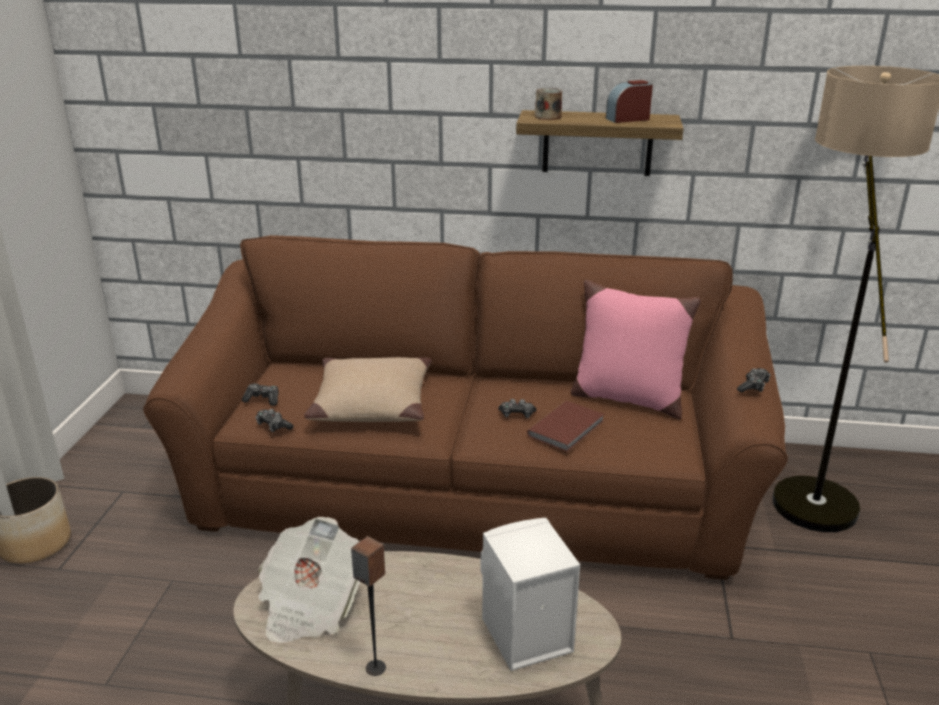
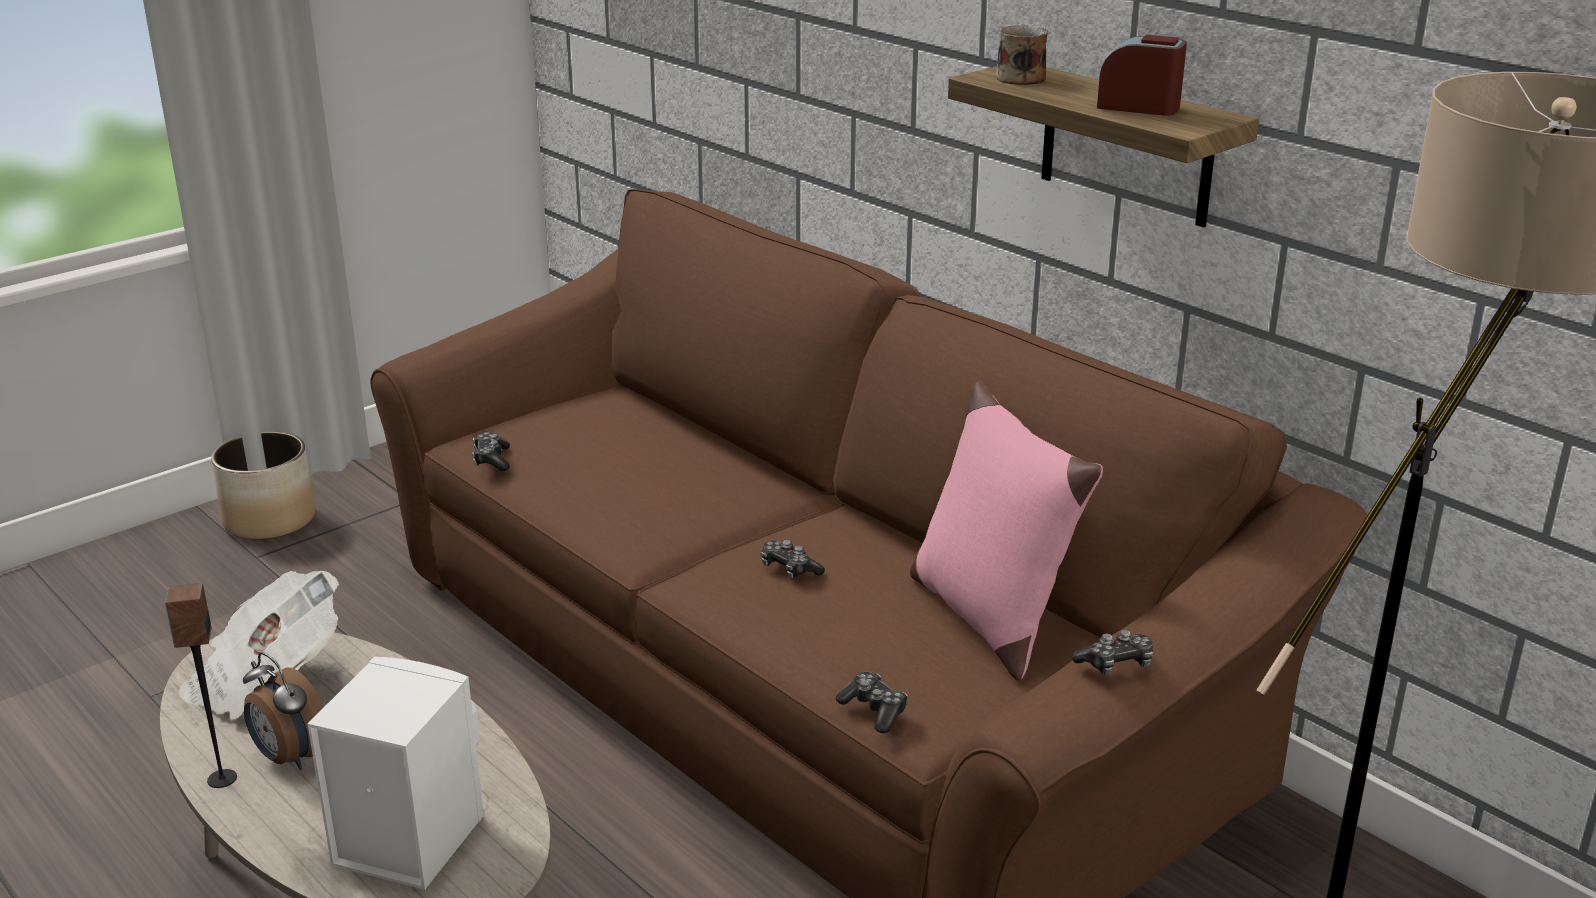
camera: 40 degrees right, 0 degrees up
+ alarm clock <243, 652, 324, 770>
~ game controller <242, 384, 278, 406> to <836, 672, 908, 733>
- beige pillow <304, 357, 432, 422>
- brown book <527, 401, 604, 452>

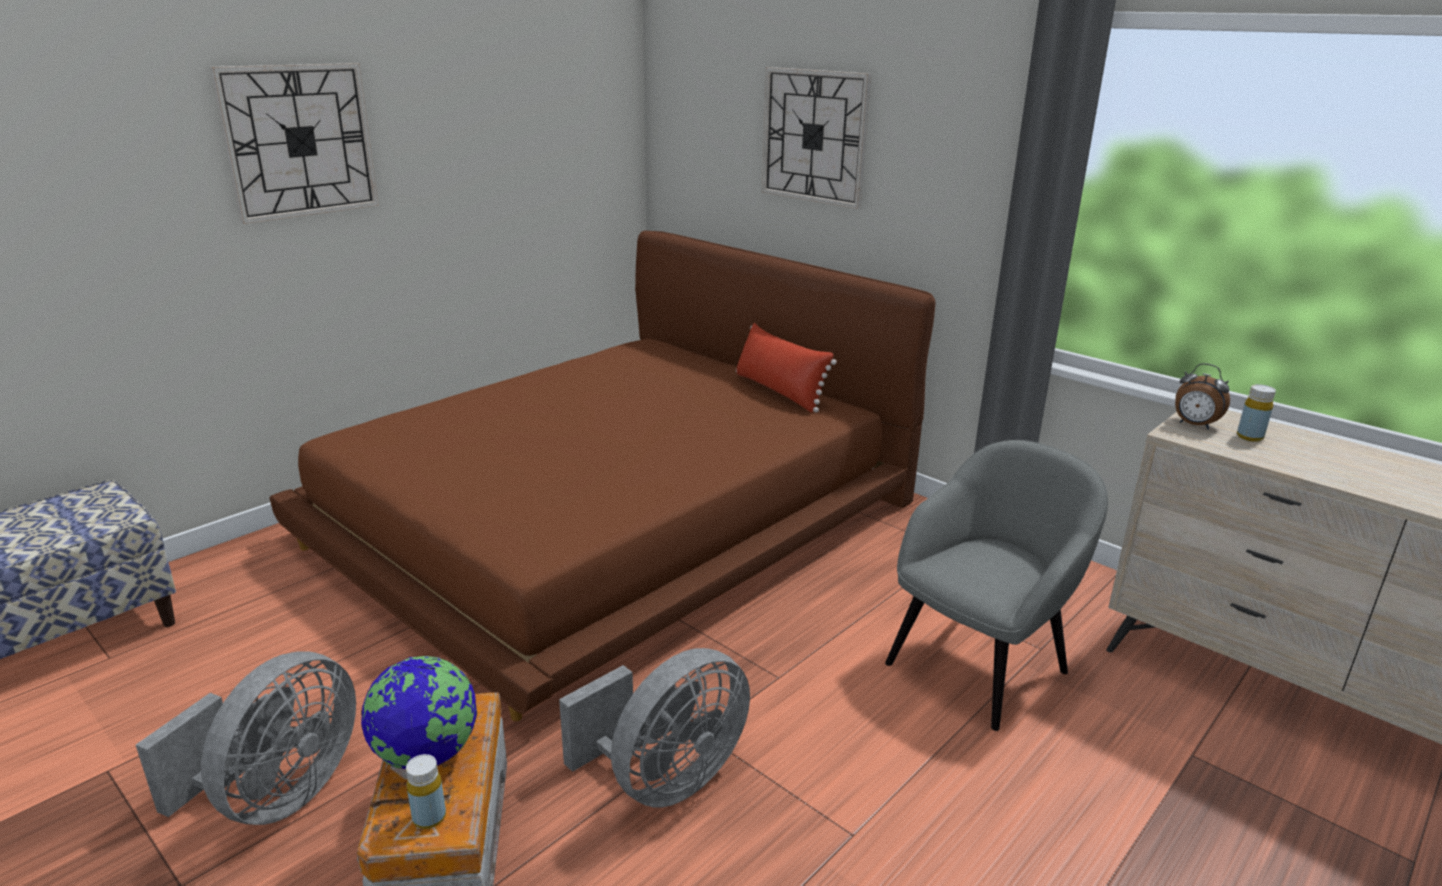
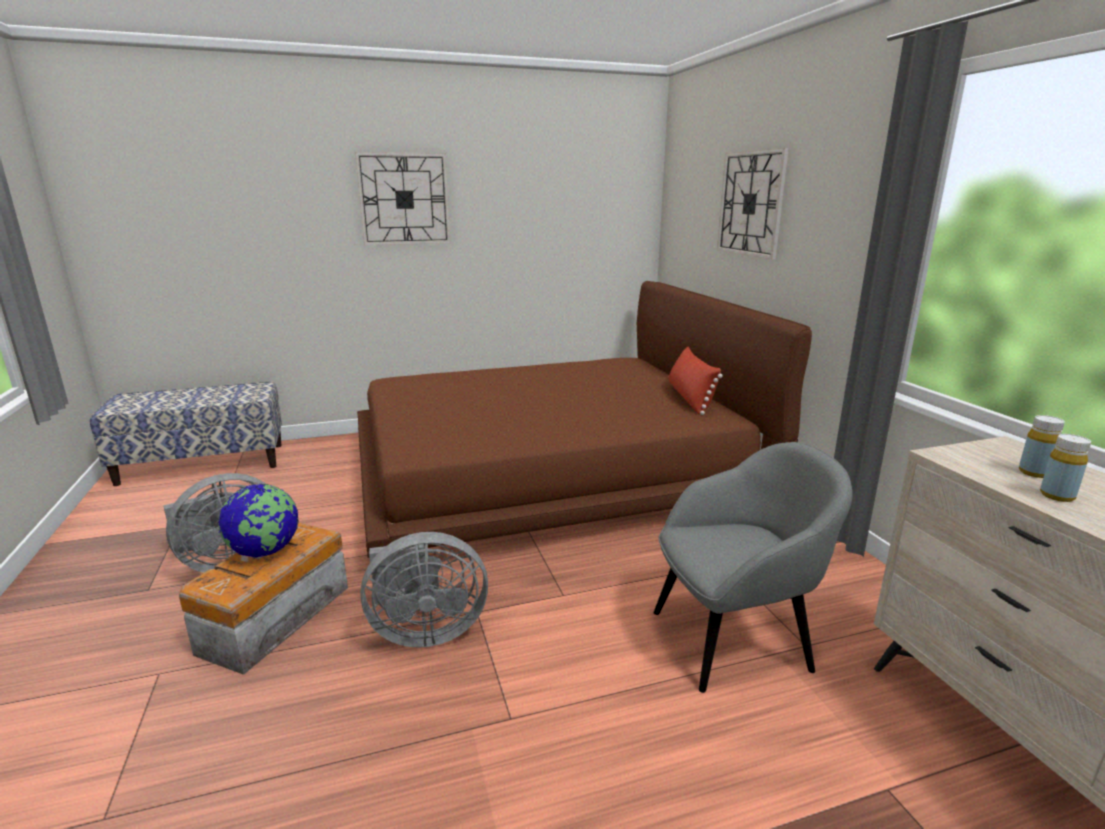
camera: 30 degrees right, 5 degrees down
~ yellow bottle <406, 754, 446, 829> to <1040, 434, 1091, 502>
- alarm clock <1175, 363, 1230, 429>

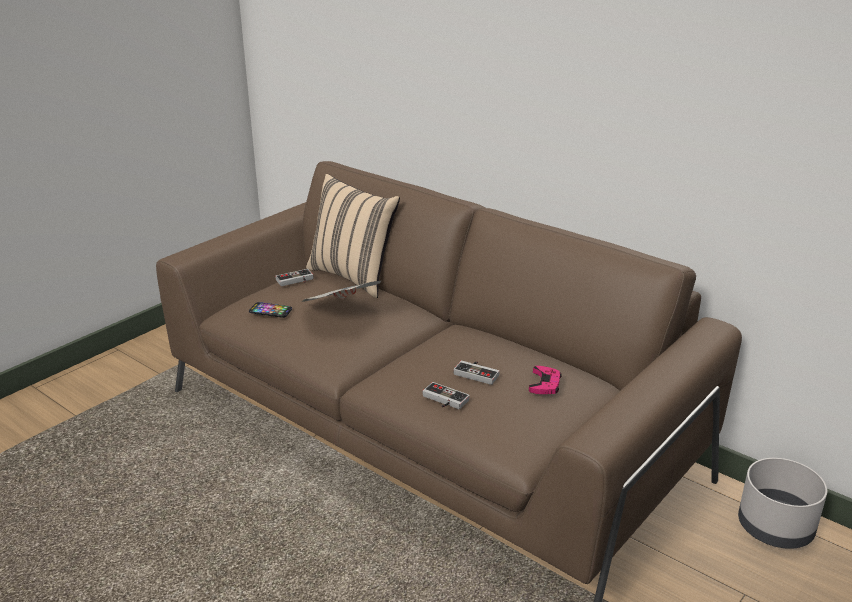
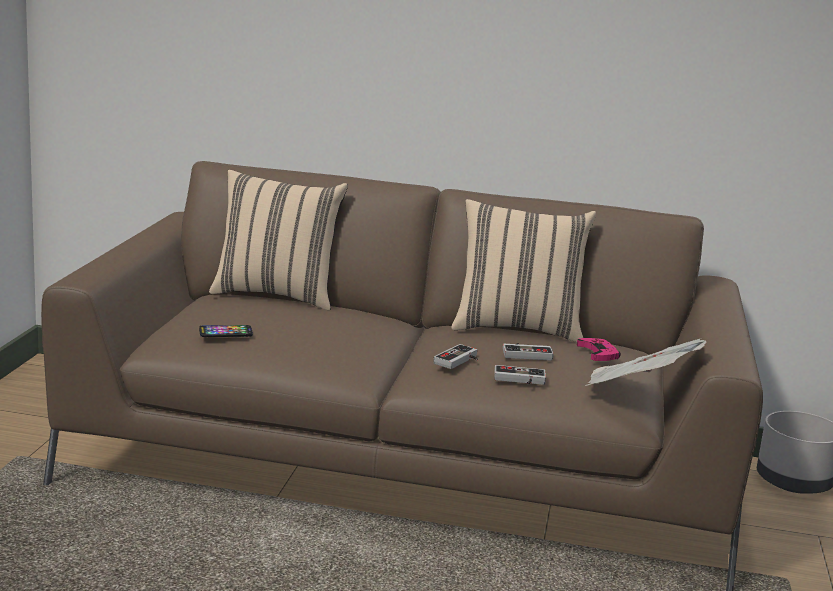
camera: 30 degrees left, 10 degrees down
~ game controller <275, 269, 313, 286> to <434, 344, 478, 369>
+ beige pillow <451, 199, 596, 342>
~ newspaper <302, 281, 381, 302> to <585, 339, 706, 386>

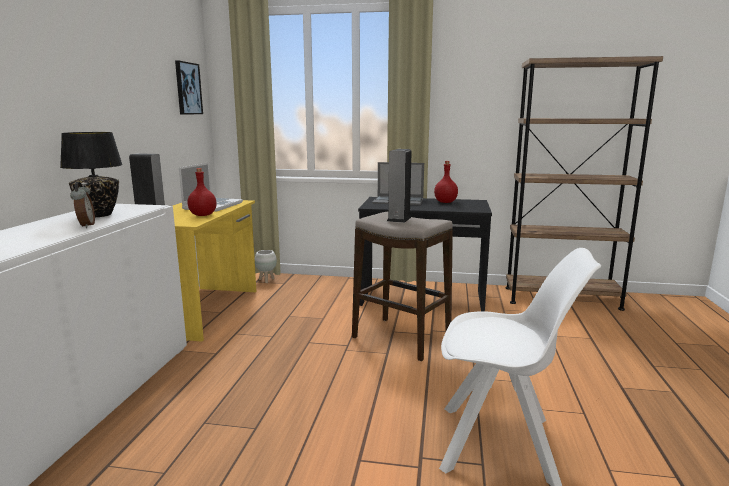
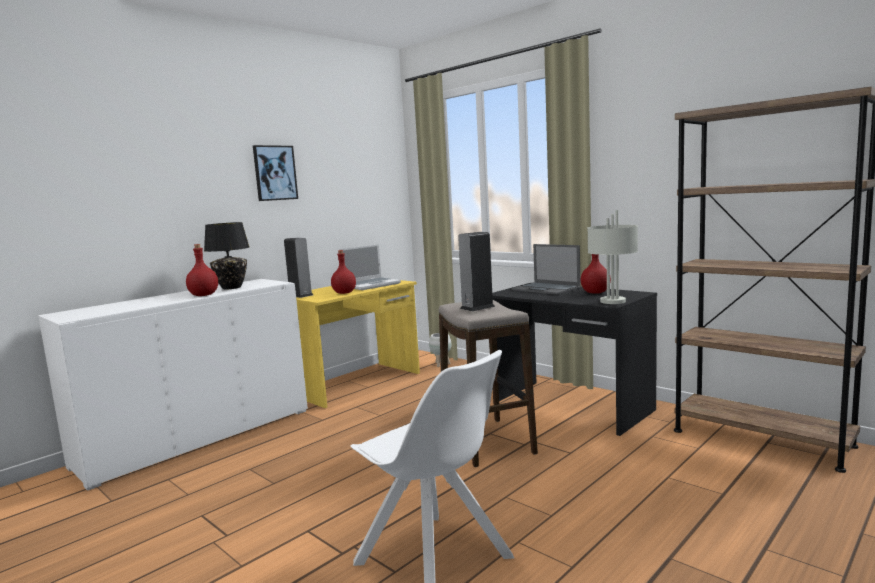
camera: 35 degrees right, 5 degrees down
~ alarm clock <70, 182, 95, 228> to red bottle <186, 244, 218, 296>
~ picture <175, 60, 203, 114> to <253, 145, 298, 201>
+ grey table lamp <587, 210, 638, 304>

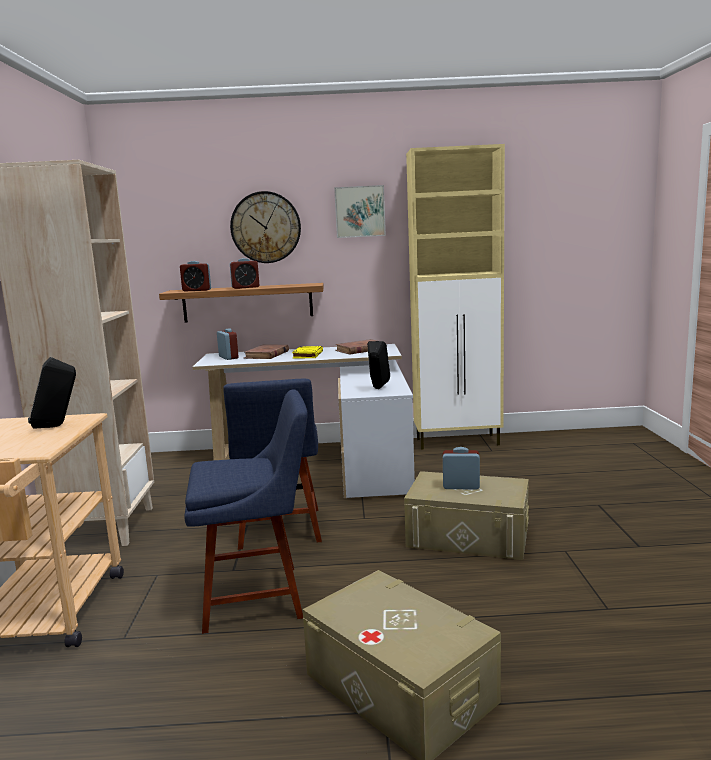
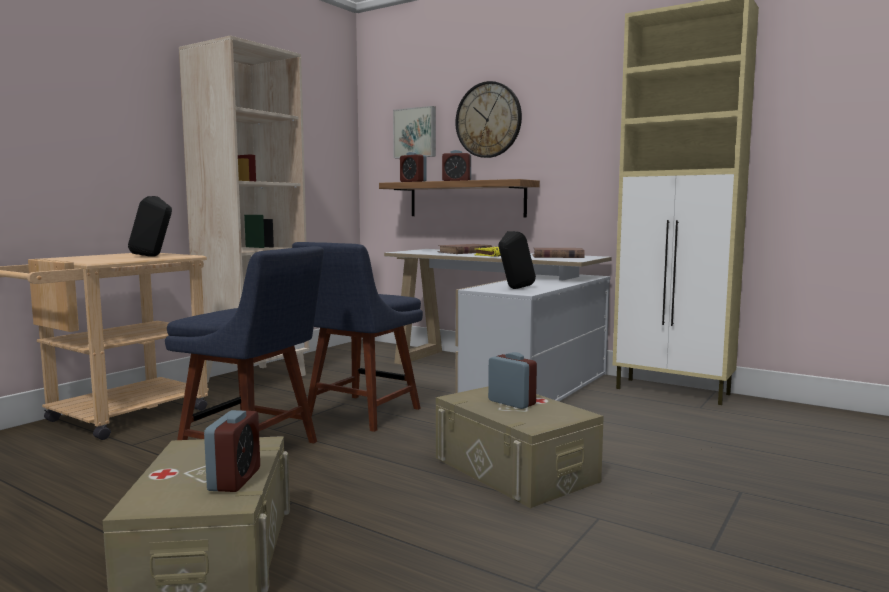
camera: 35 degrees right, 5 degrees down
~ alarm clock <217, 328, 239, 360> to <204, 410, 260, 492>
~ picture <334, 185, 386, 238> to <393, 106, 436, 159>

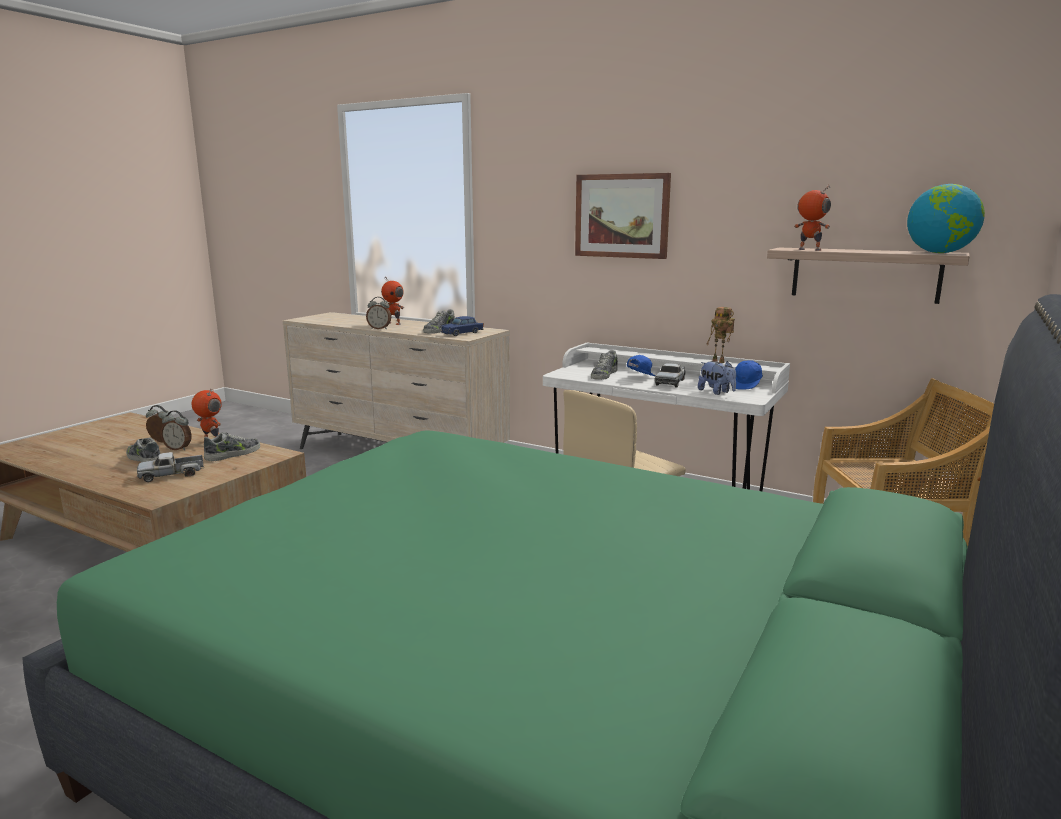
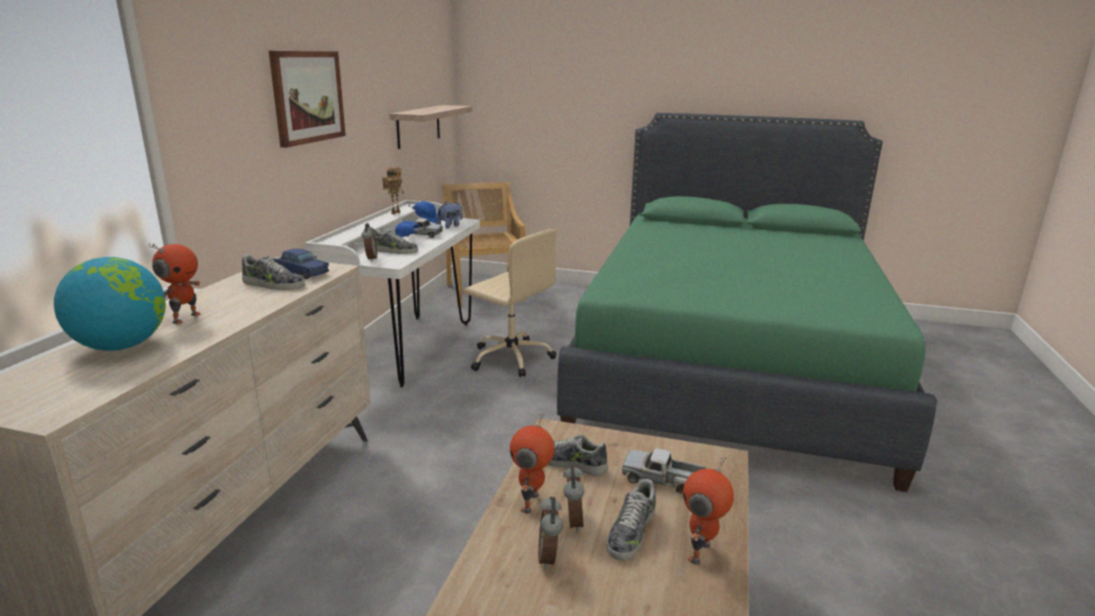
camera: 105 degrees left, 5 degrees up
~ globe <907, 184, 985, 253> to <54, 257, 166, 351>
~ alarm clock <366, 297, 391, 329> to <361, 223, 377, 261>
~ toy truck <137, 452, 203, 482> = <622, 448, 706, 494> 150 degrees clockwise
~ toy robot <794, 186, 831, 251> to <683, 457, 734, 565>

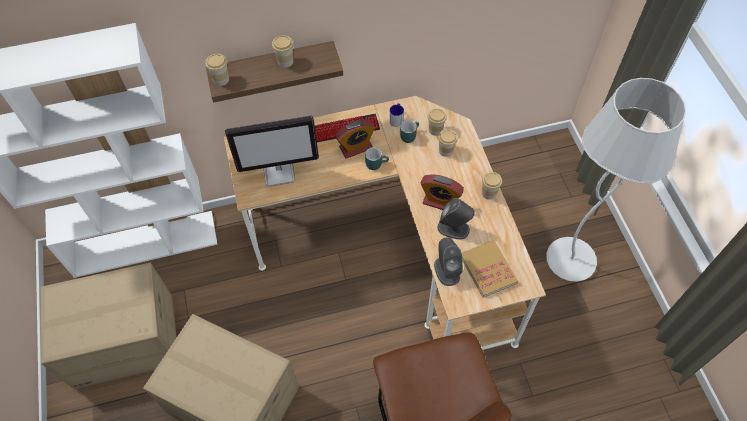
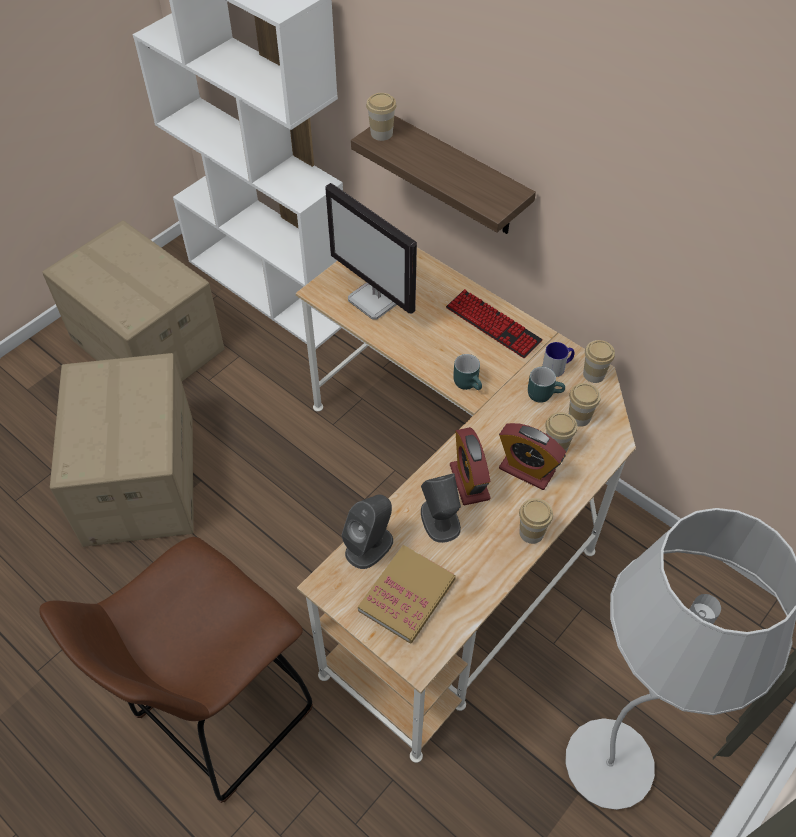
camera: 55 degrees right, 5 degrees down
~ alarm clock <335, 119, 375, 159> to <499, 423, 566, 490>
~ cup <272, 36, 294, 68> to <583, 340, 615, 383>

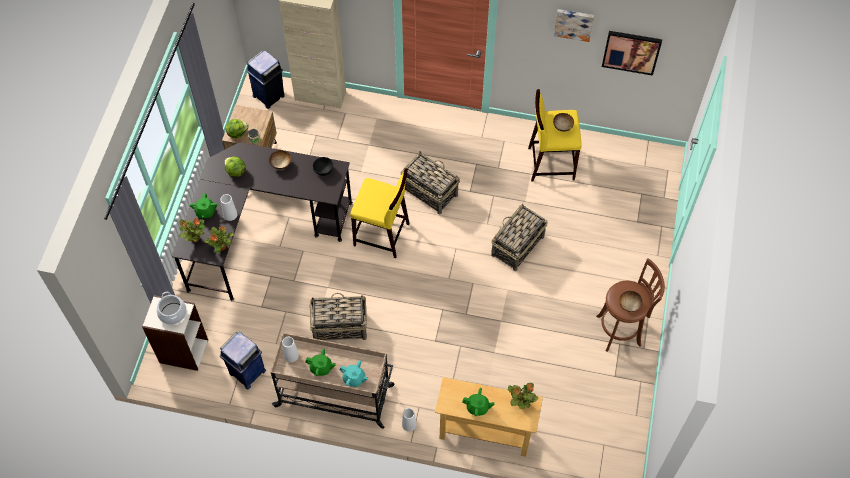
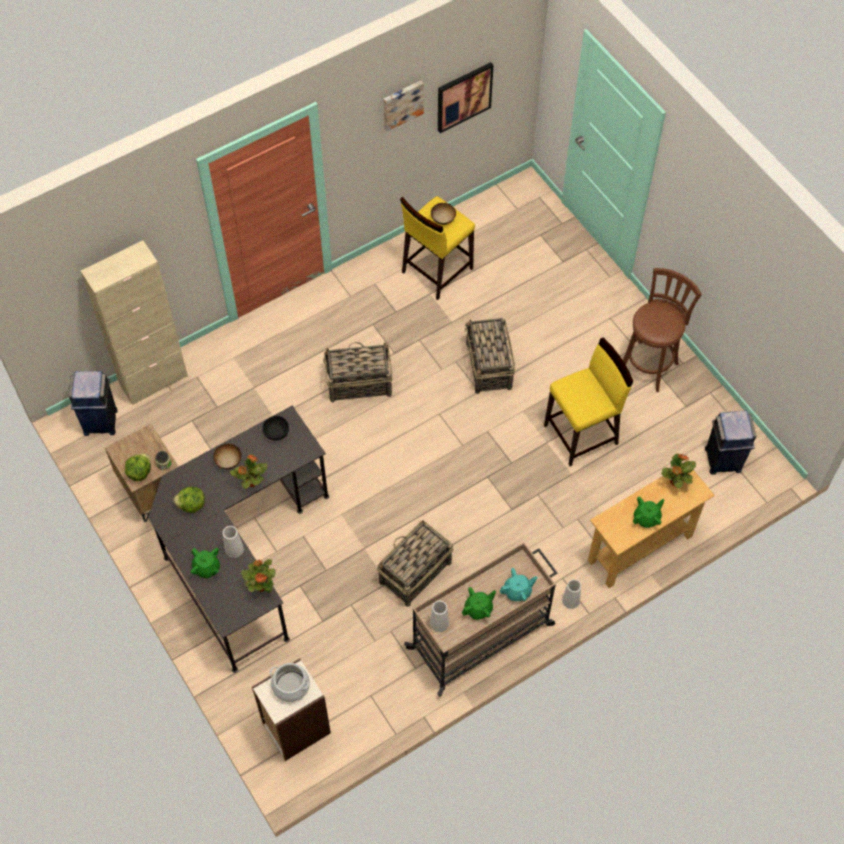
camera: 45 degrees left, 0 degrees up
~ potted plant <179, 218, 205, 242> to <230, 454, 267, 489>
~ yellow stool <350, 168, 410, 258> to <544, 337, 633, 466>
~ blue trash can <220, 332, 266, 389> to <705, 411, 756, 475>
- bowl <619, 291, 643, 312>

